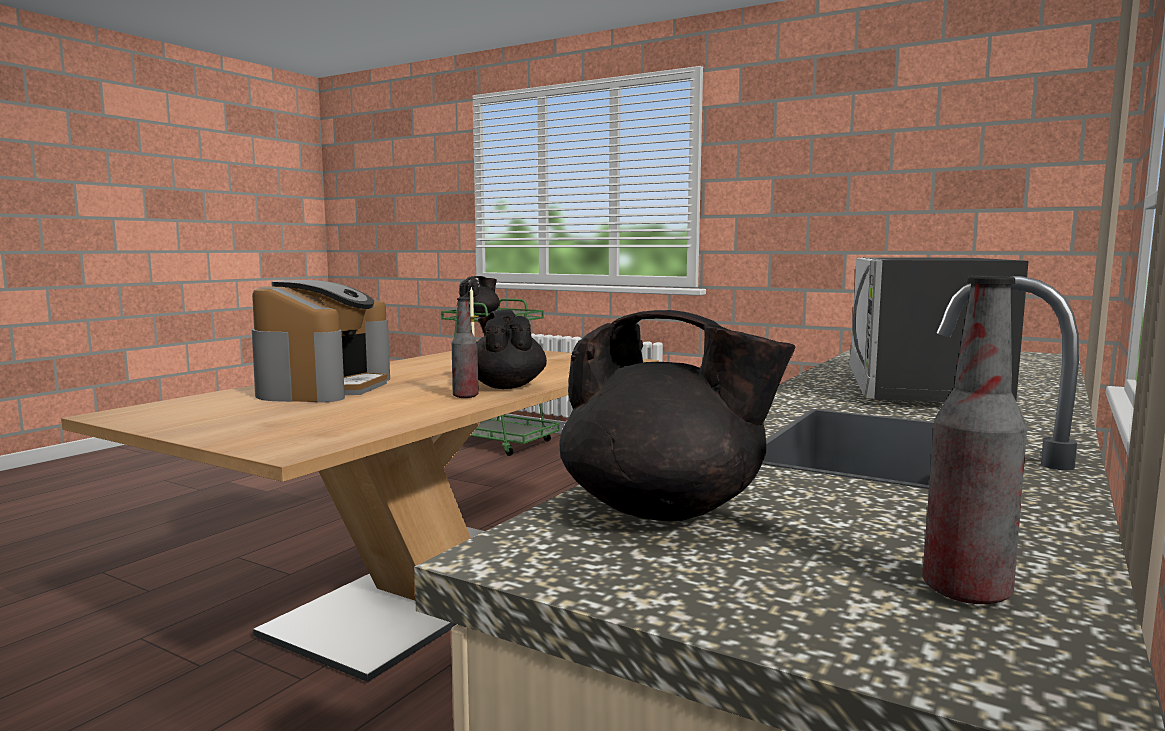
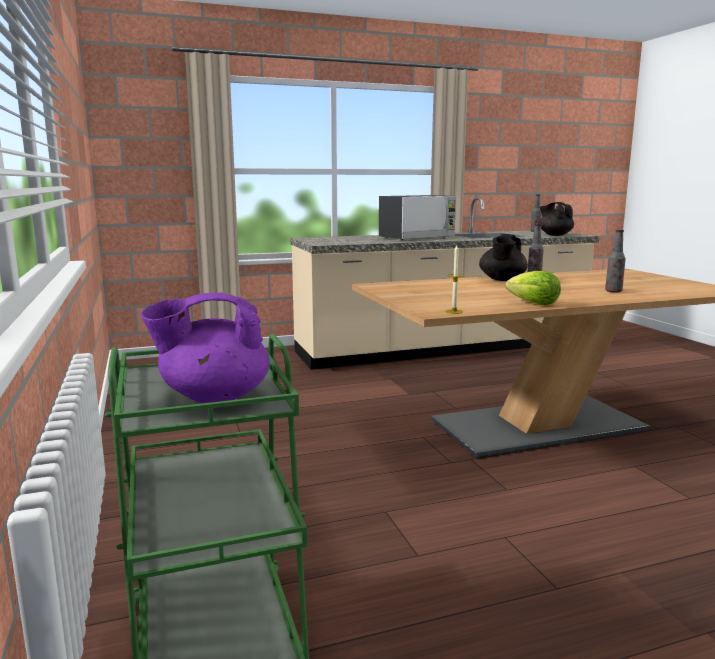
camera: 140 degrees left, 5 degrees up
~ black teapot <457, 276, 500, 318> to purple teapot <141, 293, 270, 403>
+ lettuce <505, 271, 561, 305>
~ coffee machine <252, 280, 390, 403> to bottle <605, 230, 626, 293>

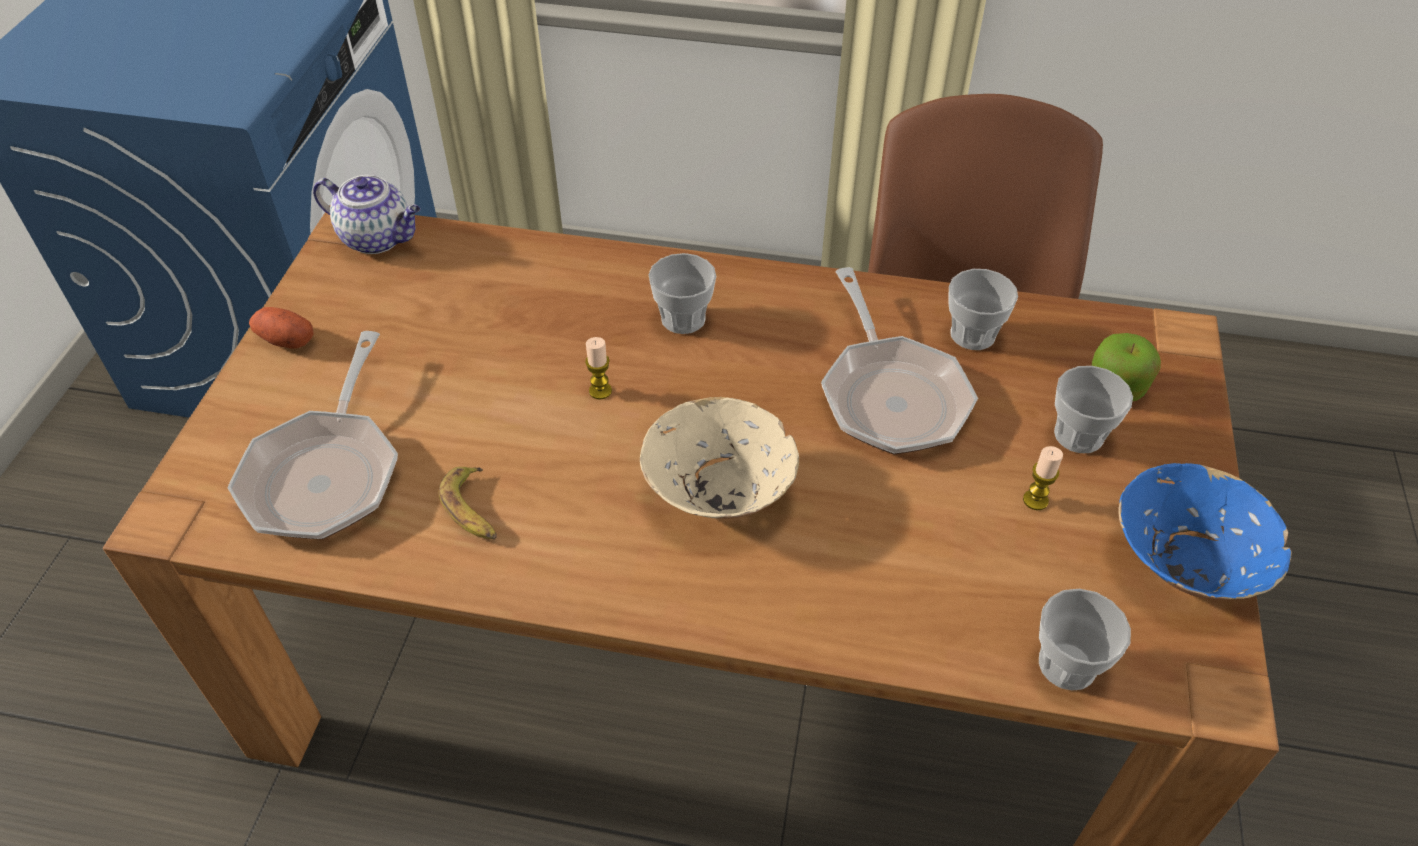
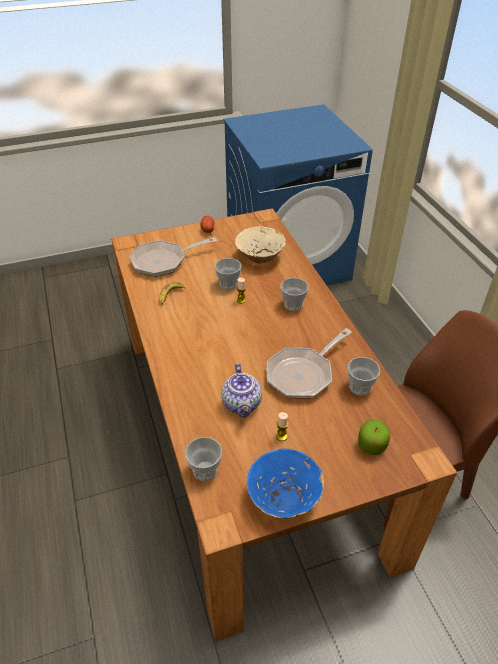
camera: 60 degrees right, 5 degrees down
~ cup <1054, 366, 1133, 453> to <215, 258, 242, 290>
~ teapot <313, 175, 421, 254> to <221, 363, 262, 418>
~ beige bowl <640, 397, 799, 519> to <235, 227, 286, 264>

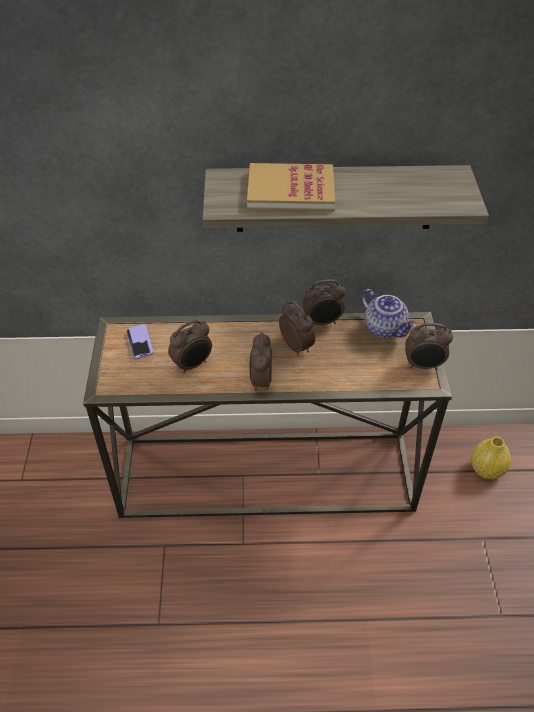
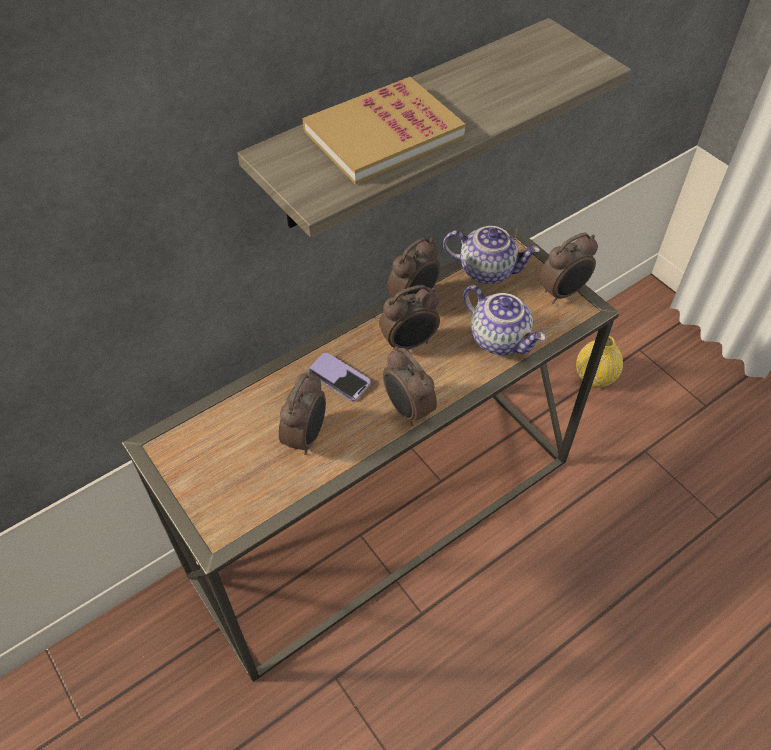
camera: 35 degrees left, 5 degrees up
~ phone <126, 324, 154, 359> to <308, 353, 371, 401>
~ alarm clock <279, 300, 315, 356> = <379, 285, 440, 349> 135 degrees clockwise
+ teapot <463, 285, 546, 355>

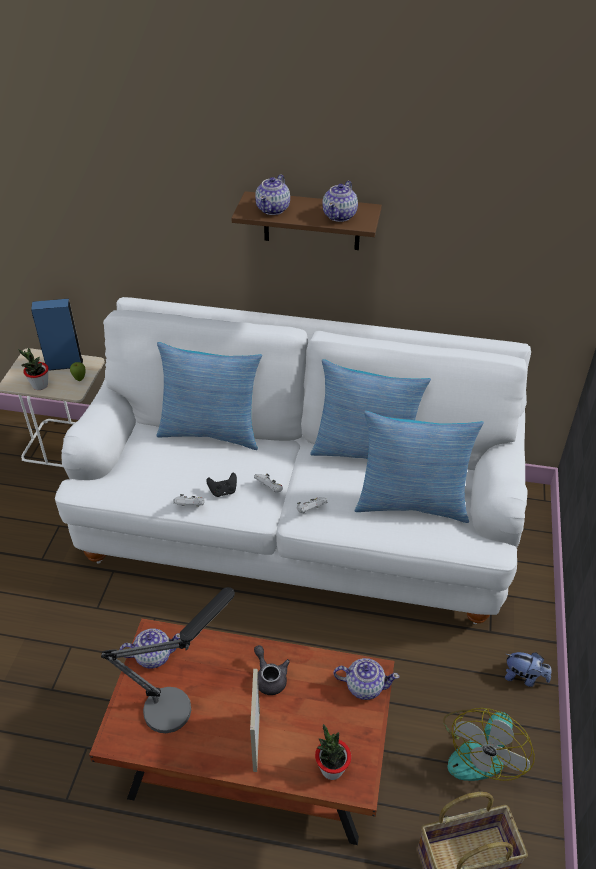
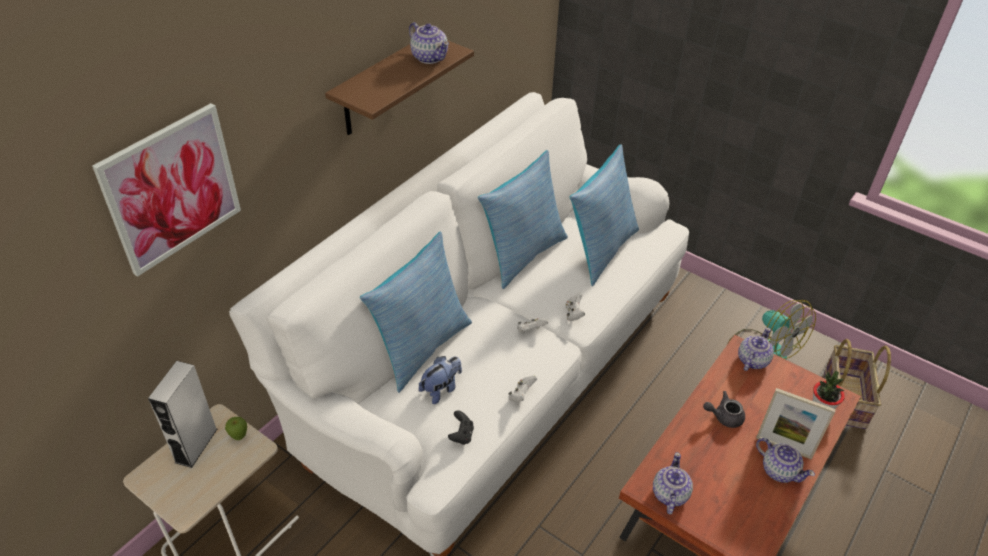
camera: 65 degrees left, 0 degrees up
+ picture <92, 103, 241, 277>
~ blue speaker <31, 299, 83, 371> to grey speaker <148, 361, 217, 468>
~ plush toy <505, 652, 552, 687> to <419, 356, 462, 404>
~ black game controller <206, 473, 237, 497> to <448, 410, 474, 445>
~ teapot <255, 174, 290, 215> to <756, 438, 815, 483>
- potted plant <18, 348, 49, 390>
- table lamp <101, 587, 235, 733>

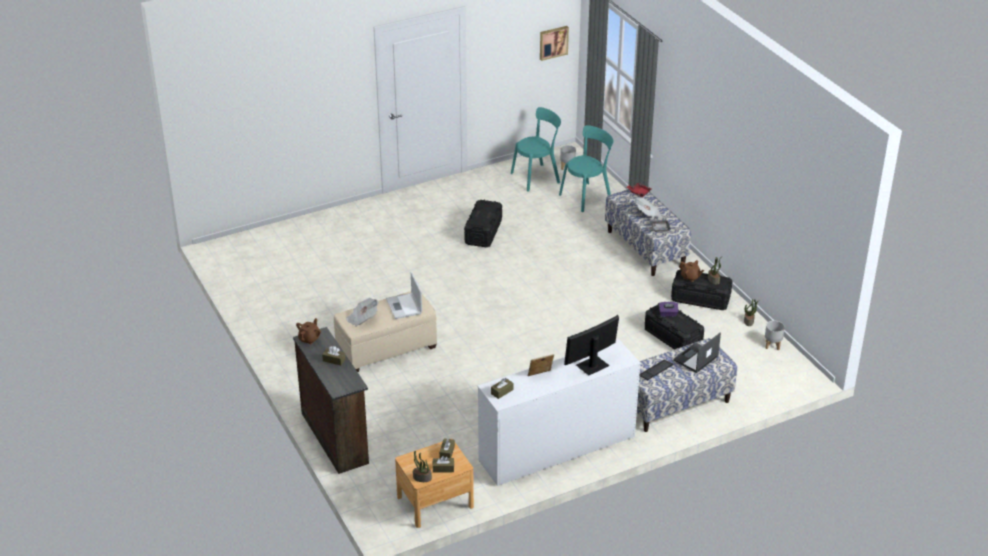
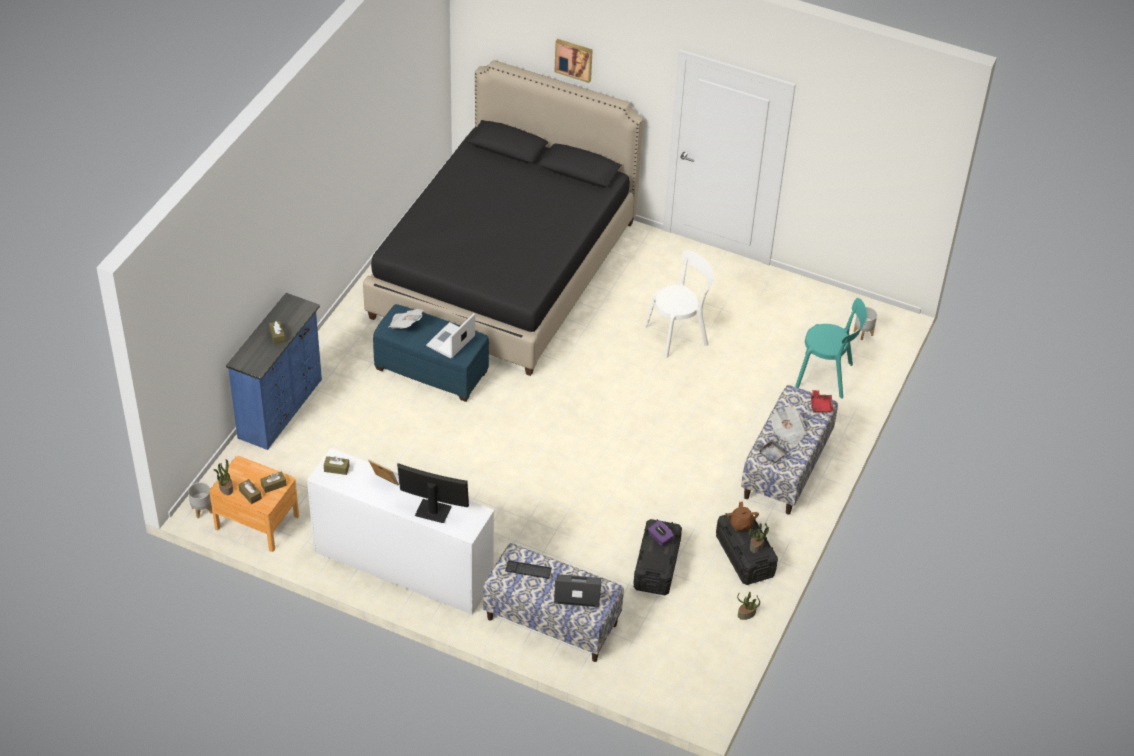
camera: 50 degrees right, 10 degrees up
~ grey planter <765, 321, 785, 351> to <188, 482, 213, 518>
~ brown dresser <293, 327, 369, 474> to blue dresser <226, 293, 322, 450>
+ black bed <363, 60, 644, 376>
~ beige ottoman <334, 291, 437, 372> to blue ottoman <373, 304, 489, 402>
~ picture <540, 26, 569, 61> to <554, 39, 593, 83>
~ black storage box <464, 200, 502, 247> to white chair <644, 250, 714, 358>
- brown teapot <296, 318, 321, 344>
- turquoise chair <511, 107, 561, 192>

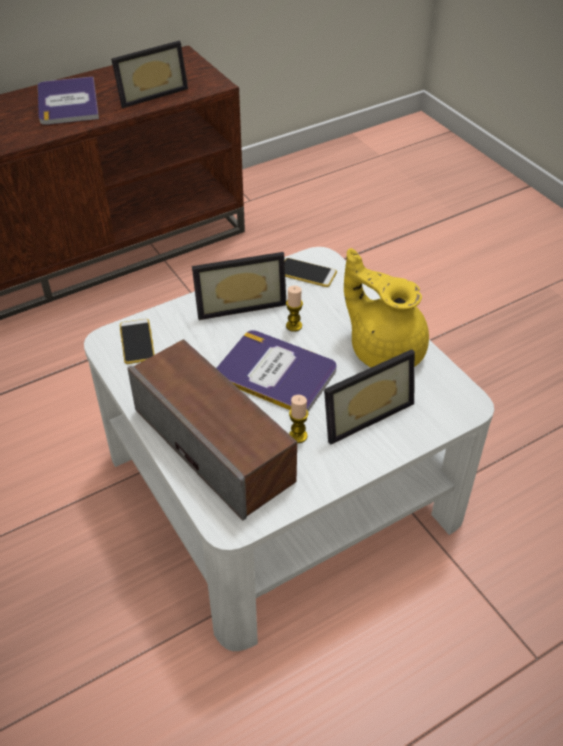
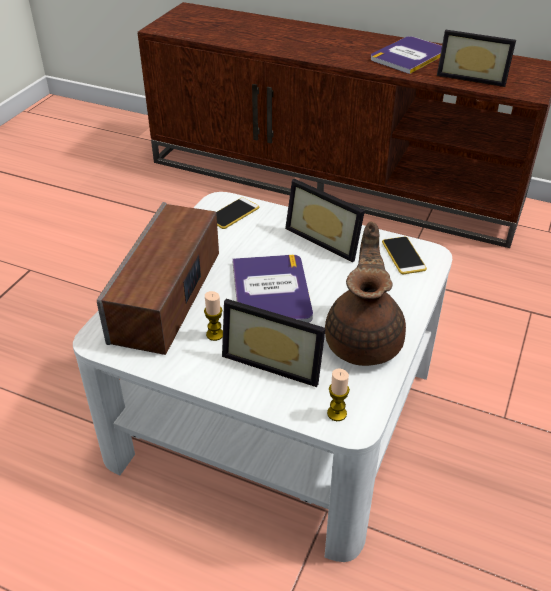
camera: 55 degrees right, 5 degrees down
~ yellow teapot <344, 248, 429, 368> to brown teapot <325, 222, 406, 366>
~ candle <286, 286, 303, 332> to <327, 369, 350, 421>

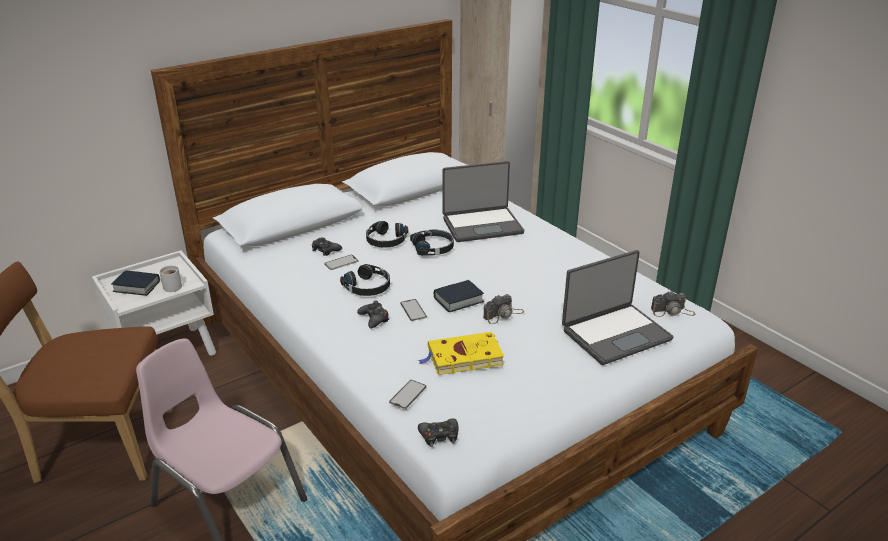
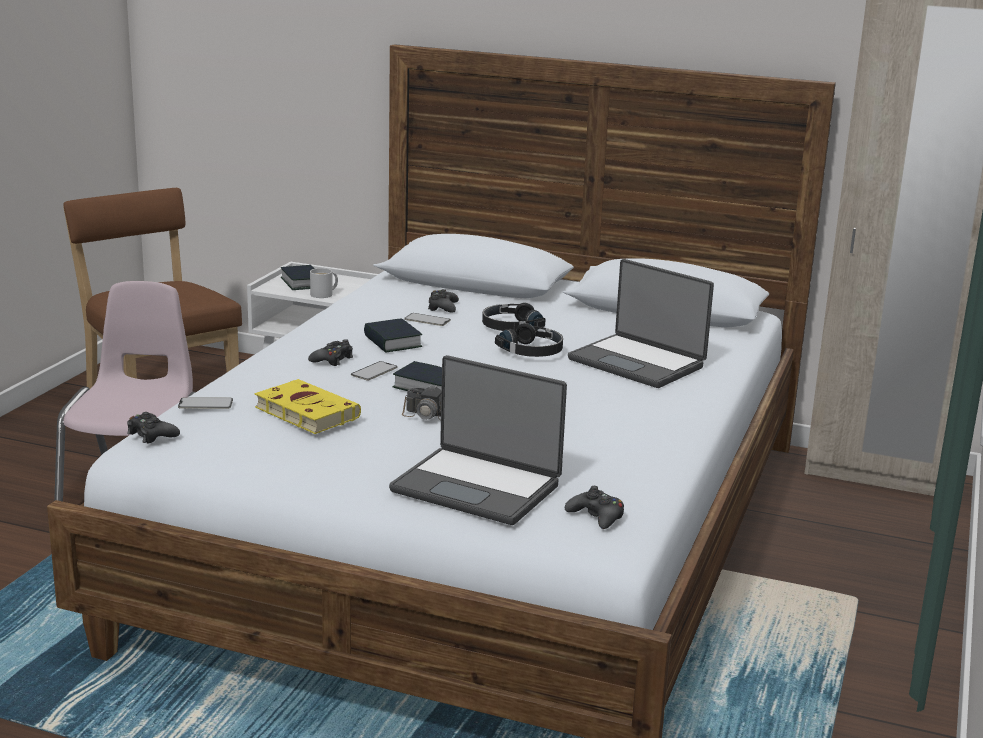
camera: 55 degrees right, 10 degrees down
~ black headphones <340, 264, 390, 296> to book <364, 318, 422, 353>
~ photo camera <651, 291, 695, 317> to black game controller <565, 486, 624, 529>

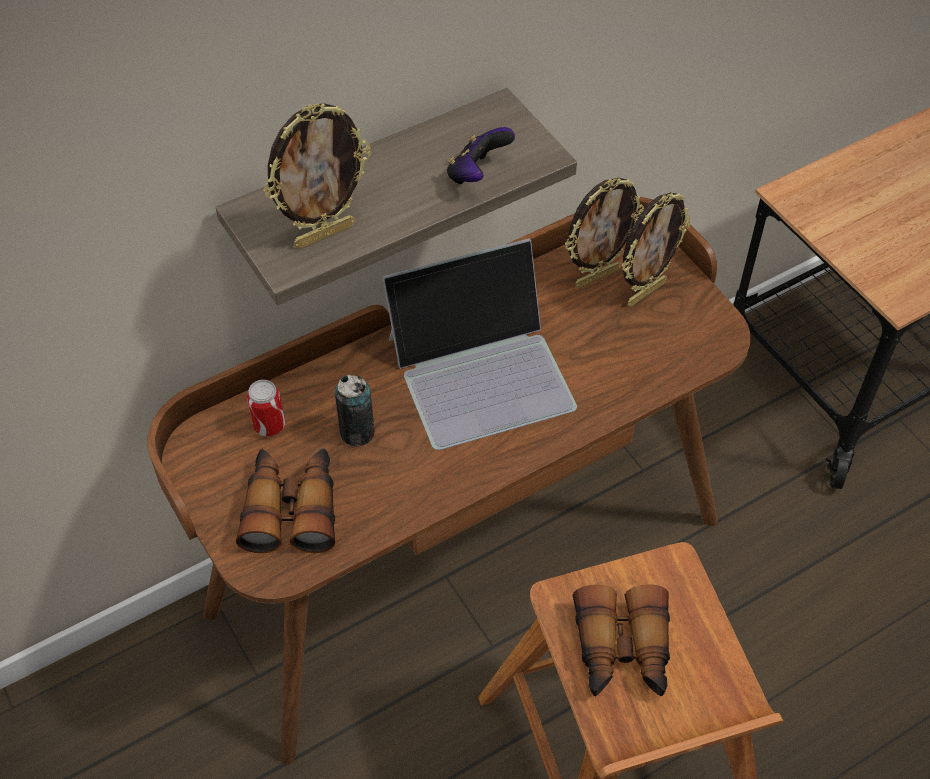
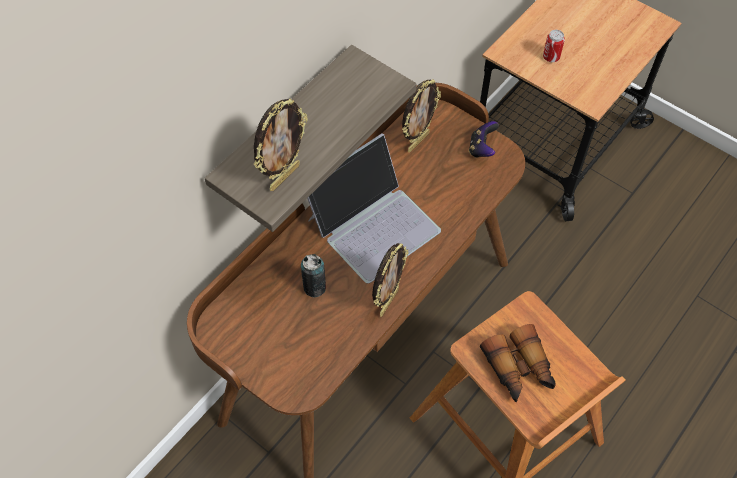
camera: 20 degrees left, 5 degrees up
~ picture frame <622, 192, 691, 307> to <372, 243, 408, 317>
~ game controller <447, 127, 515, 184> to <469, 121, 499, 158>
~ can <247, 380, 285, 436> to <543, 30, 565, 62>
- binoculars <236, 448, 335, 553>

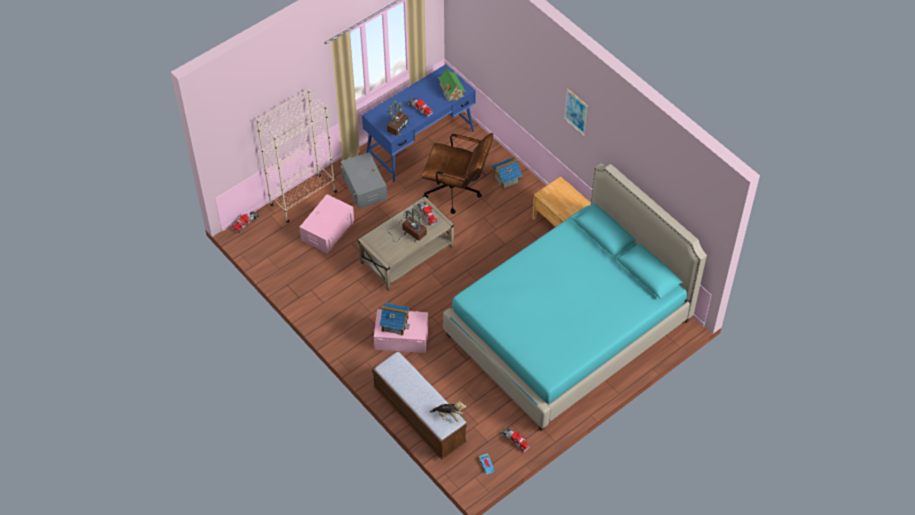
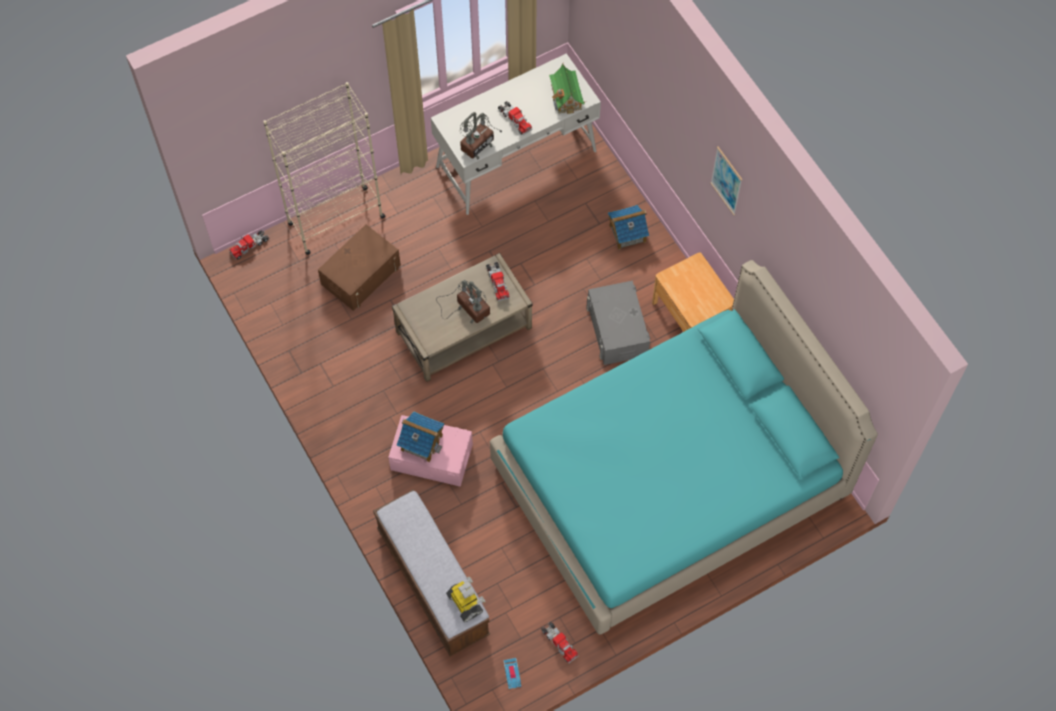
camera: 10 degrees right, 10 degrees up
~ pink storage box <299, 194, 354, 253> to brown storage box <318, 224, 401, 311>
~ blue desk <362, 64, 476, 183> to white desk <431, 53, 601, 215>
~ plush toy <430, 400, 466, 422> to toy robot <446, 577, 485, 622>
~ grey storage box <341, 152, 387, 209> to <586, 281, 650, 365>
- brown office chair <422, 133, 493, 214>

